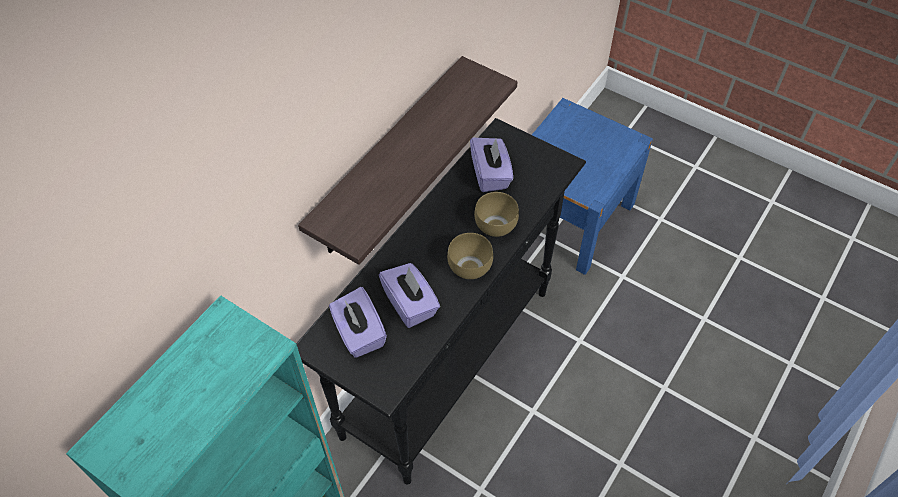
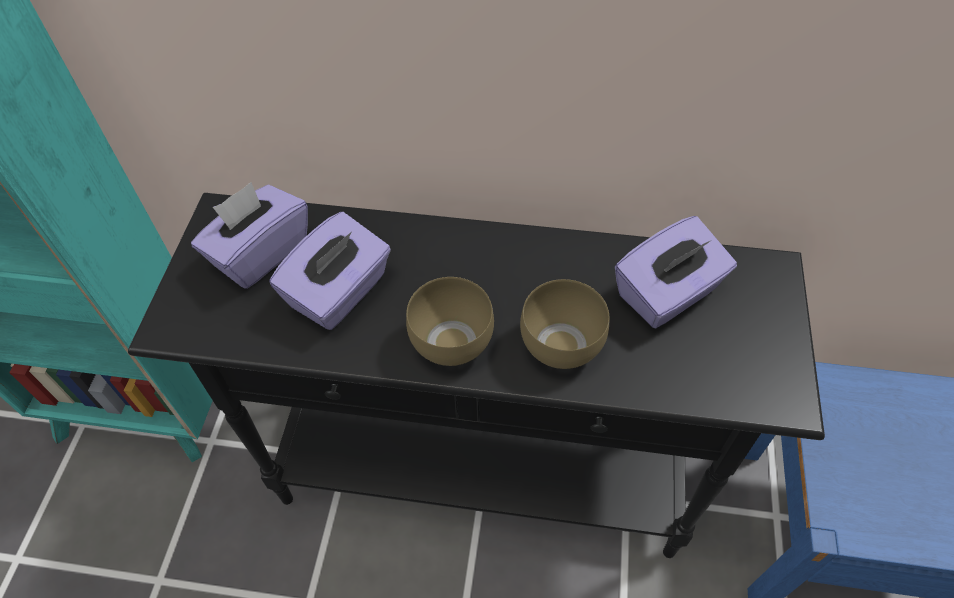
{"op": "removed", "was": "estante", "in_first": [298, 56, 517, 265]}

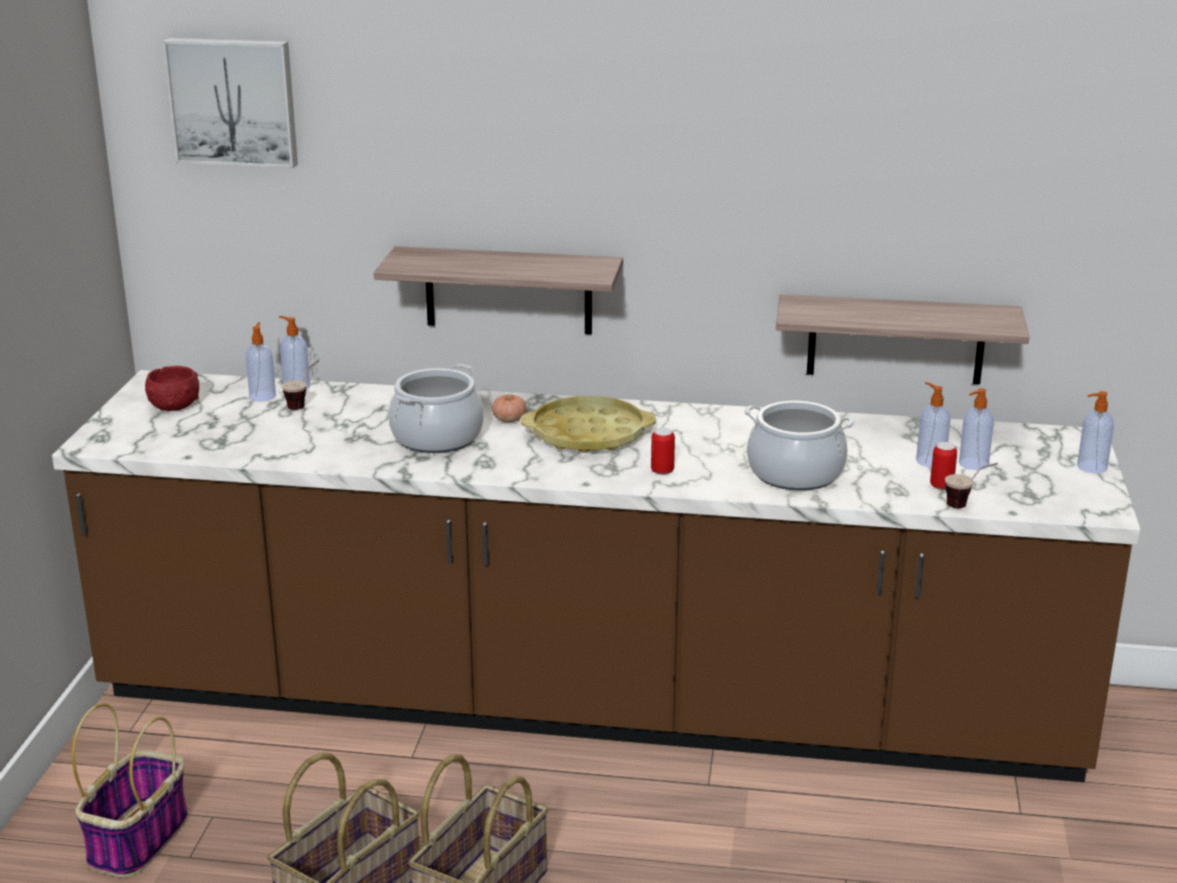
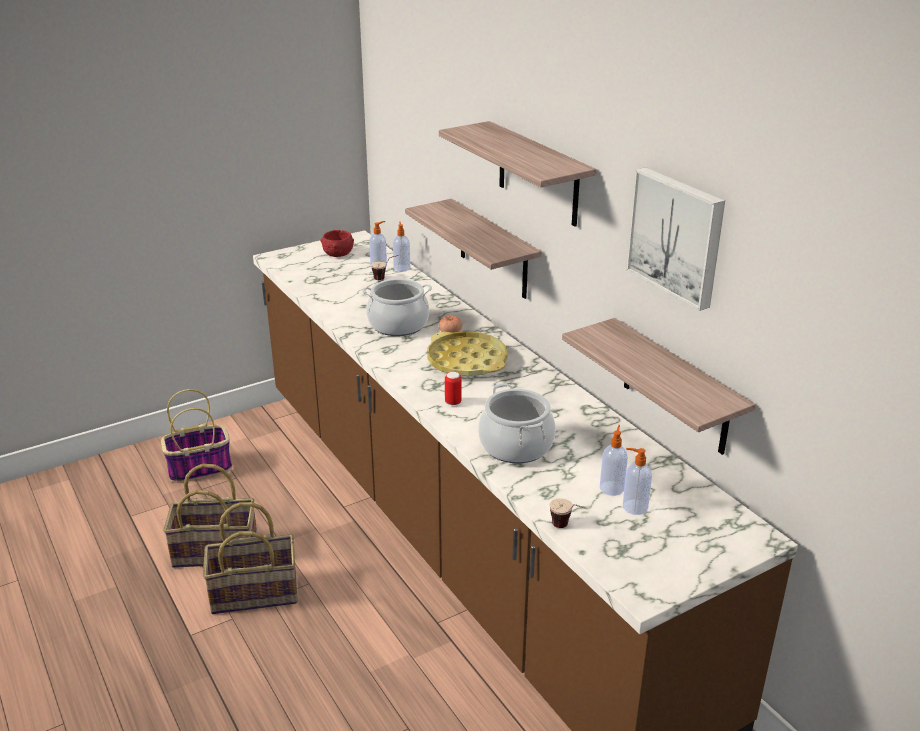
{"op": "added", "now": "estante", "in_second": [439, 121, 597, 227]}
{"op": "moved", "was": "cuadro", "in_first": [163, 38, 298, 168], "in_second": [626, 167, 725, 311]}
{"op": "removed", "was": "lata", "in_first": [930, 442, 957, 490]}
{"op": "removed", "was": "dispensador de jabón", "in_first": [1077, 391, 1114, 473]}

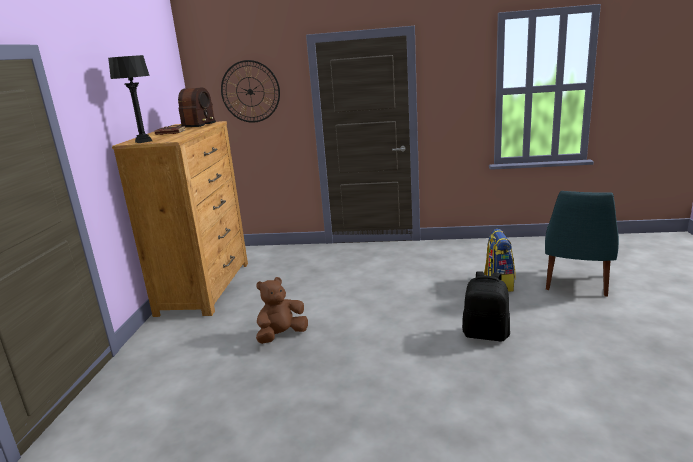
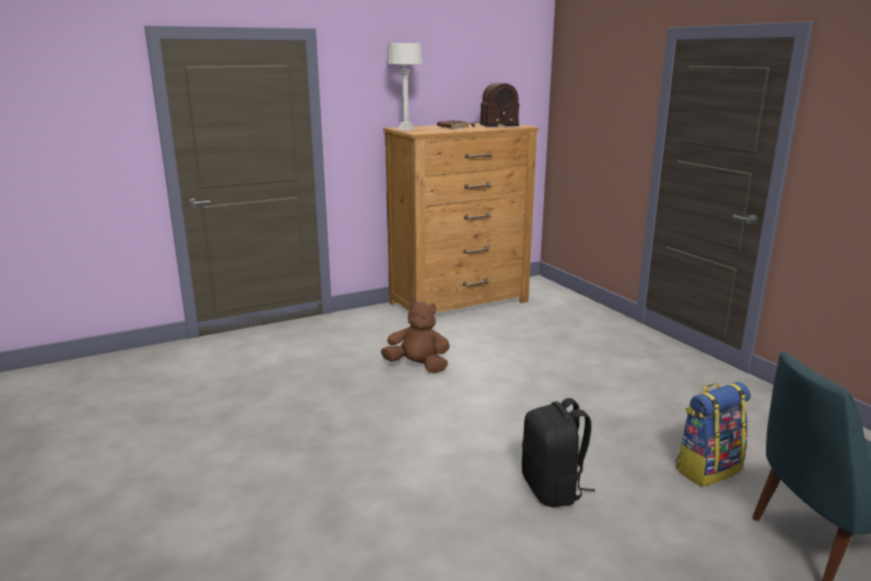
{"op": "recoloured", "was": "lámpara de mesa/negro", "now": "lámpara de mesa/blanco", "in_first": [108, 55, 152, 143], "in_second": [387, 43, 423, 130]}
{"op": "removed", "was": "reloj de pared", "in_first": [221, 60, 280, 123]}

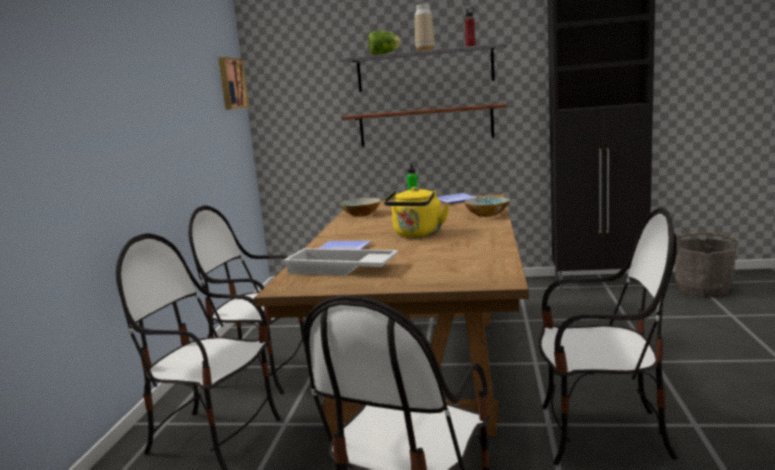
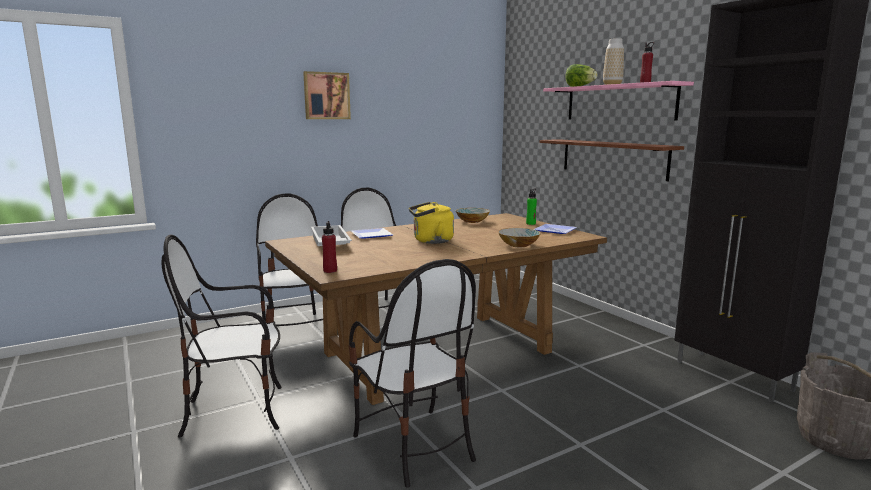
{"op": "moved", "was": "cuadro", "in_first": [218, 57, 249, 110], "in_second": [303, 71, 351, 119]}
{"op": "added", "now": "botella/rojo", "in_second": [322, 221, 337, 273]}
{"op": "recoloured", "was": "estante/gris", "now": "estante/rosa", "in_first": [338, 43, 508, 92], "in_second": [543, 81, 694, 120]}

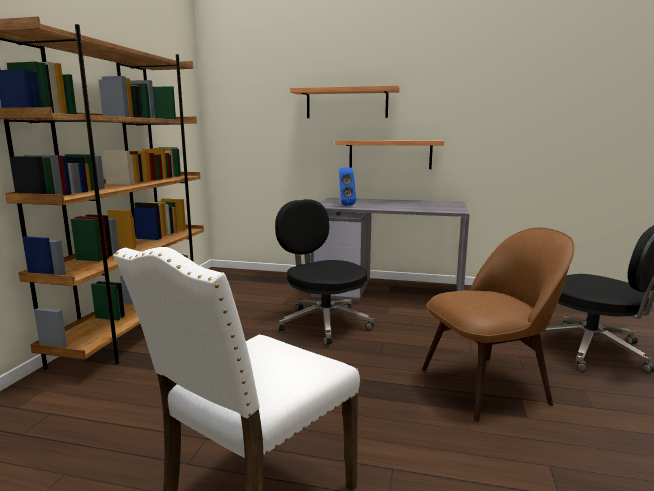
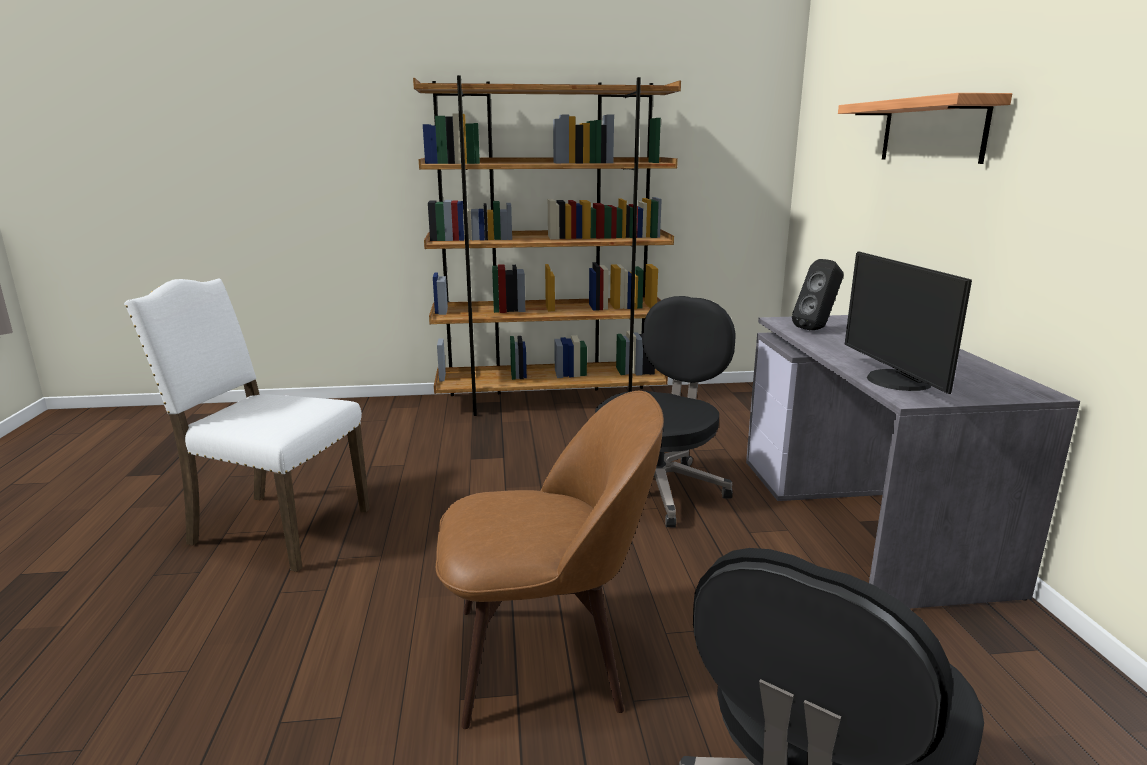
{"op": "turned", "was": "silla/marrón", "in_first": [422, 227, 575, 422], "in_second": [436, 391, 664, 729], "clockwise": -60}
{"op": "recoloured", "was": "altavoz/azul", "now": "altavoz/negro", "in_first": [339, 168, 356, 206], "in_second": [792, 259, 844, 330]}
{"op": "added", "now": "monitor", "in_second": [845, 252, 972, 394]}
{"op": "removed", "was": "estante", "in_first": [335, 140, 444, 169]}

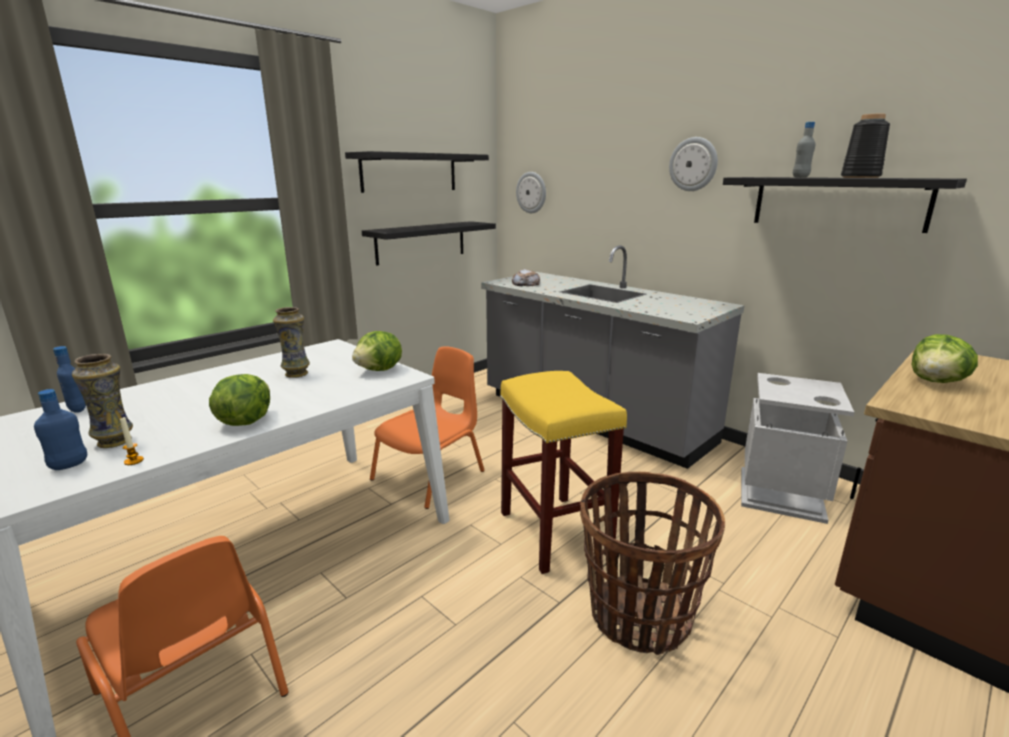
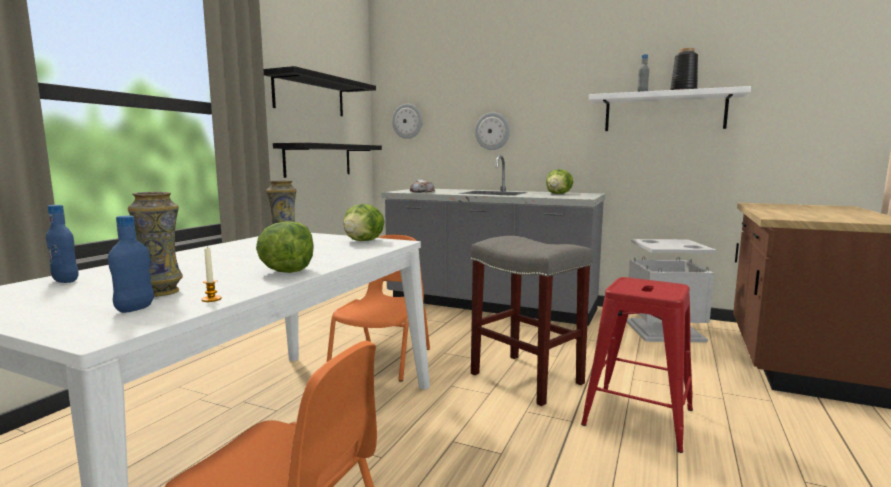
{"op": "recoloured", "was": "taburete/amarillo", "now": "taburete/gris", "in_first": [500, 371, 627, 574], "in_second": [471, 236, 593, 406]}
{"op": "moved", "was": "reloj de pared", "in_first": [669, 137, 718, 191], "in_second": [475, 112, 510, 150]}
{"op": "moved", "was": "lechuga", "in_first": [912, 334, 978, 383], "in_second": [546, 169, 573, 194]}
{"op": "replaced", "was": "cesta", "now": "taburete/rojo", "in_first": [580, 472, 725, 655], "in_second": [581, 277, 693, 453]}
{"op": "recoloured", "was": "estante/negro", "now": "estante/blanco", "in_first": [723, 177, 967, 233], "in_second": [589, 86, 751, 131]}

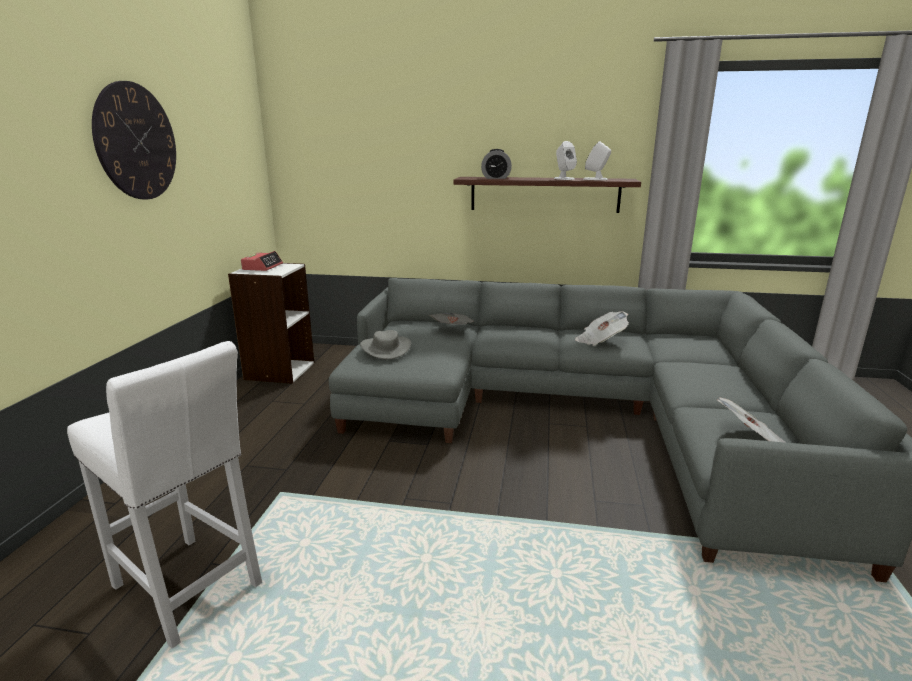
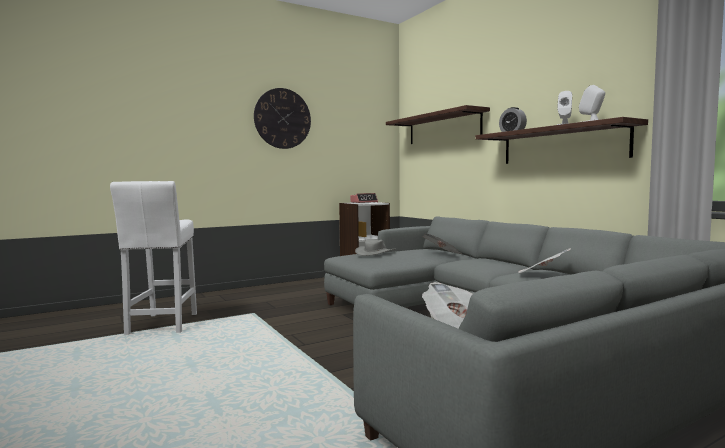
{"op": "added", "now": "estante", "in_second": [386, 105, 490, 144]}

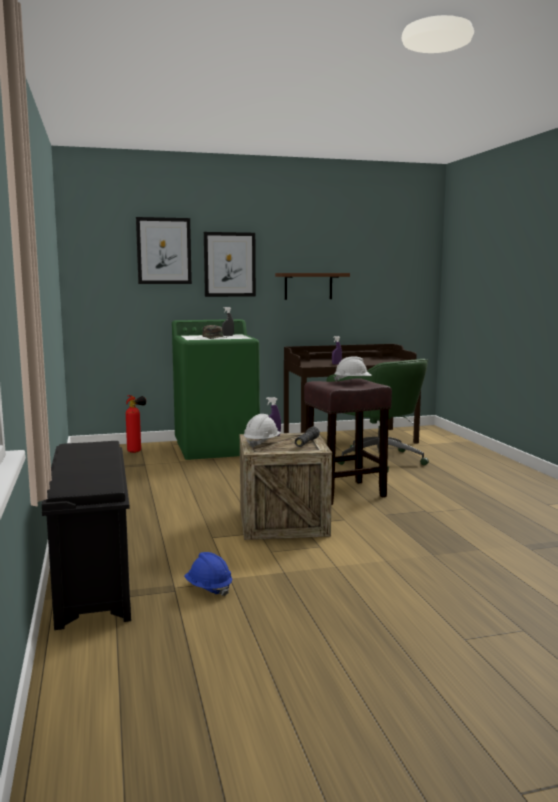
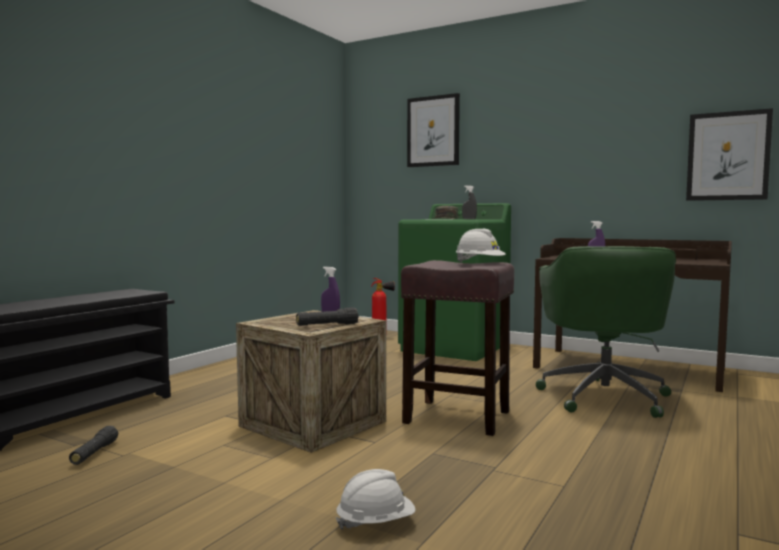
{"op": "replaced", "was": "casco/azul", "now": "linterna/negro", "in_first": [184, 552, 232, 597], "in_second": [69, 426, 118, 465]}
{"op": "moved", "was": "casco/blanco", "in_first": [244, 414, 281, 447], "in_second": [336, 469, 415, 530]}
{"op": "moved", "was": "cuadro", "in_first": [204, 232, 256, 297], "in_second": [686, 108, 773, 201]}
{"op": "removed", "was": "estante/marrón", "in_first": [275, 273, 350, 300]}

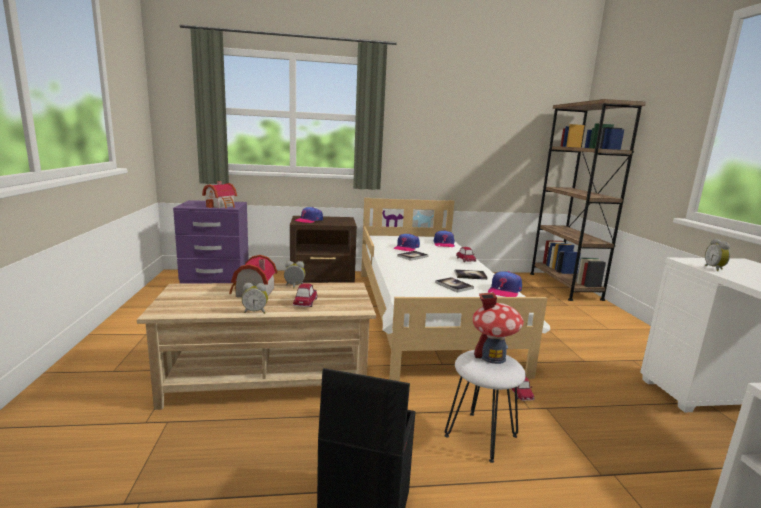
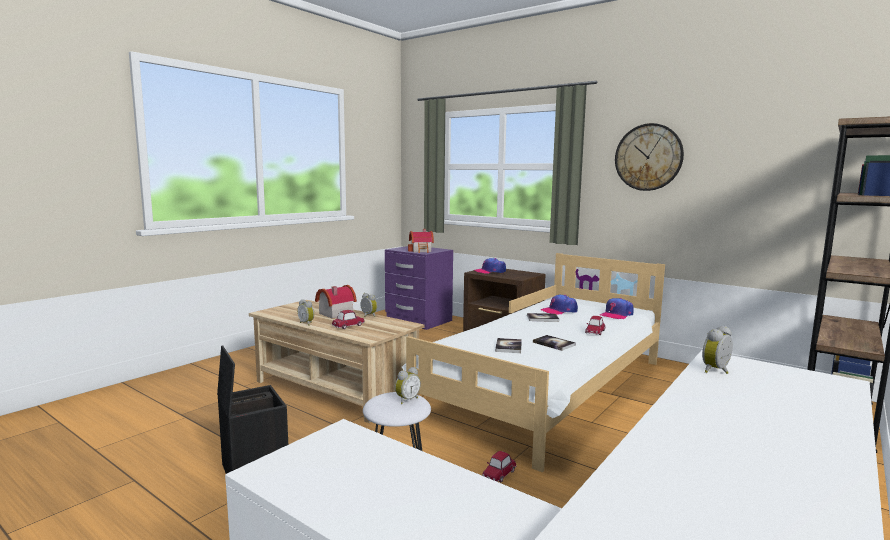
{"op": "replaced", "was": "casita", "now": "despertador", "in_first": [472, 292, 524, 364], "in_second": [395, 367, 421, 404]}
{"op": "added", "now": "reloj de pared", "in_second": [615, 123, 684, 191]}
{"op": "removed", "was": "gorra", "in_first": [488, 271, 522, 297]}

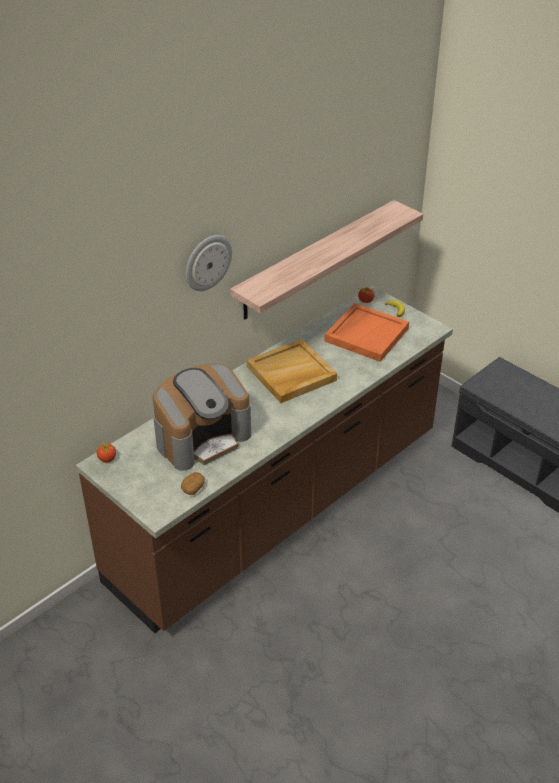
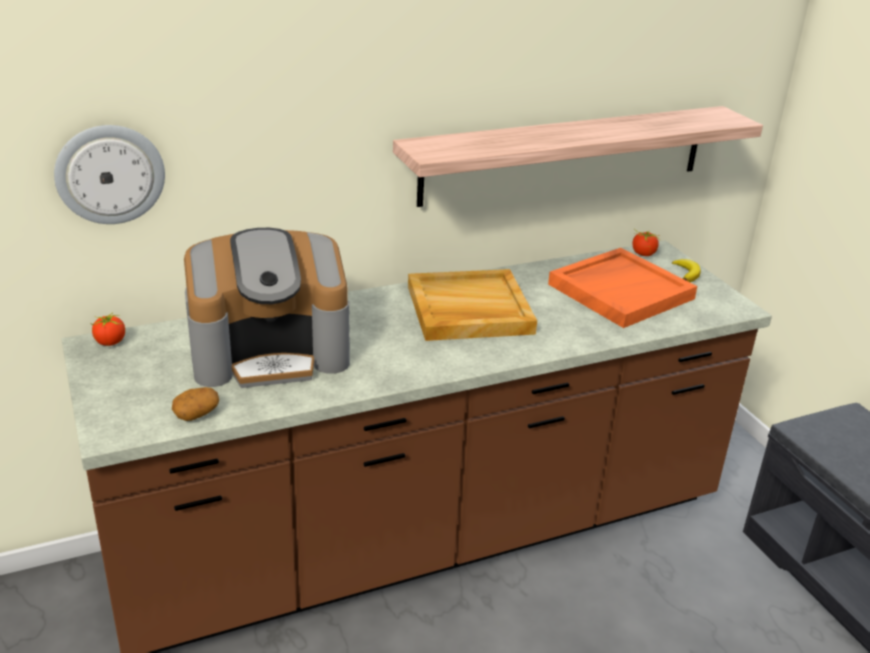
{"op": "moved", "was": "reloj de pared", "in_first": [186, 235, 232, 291], "in_second": [54, 125, 165, 224]}

